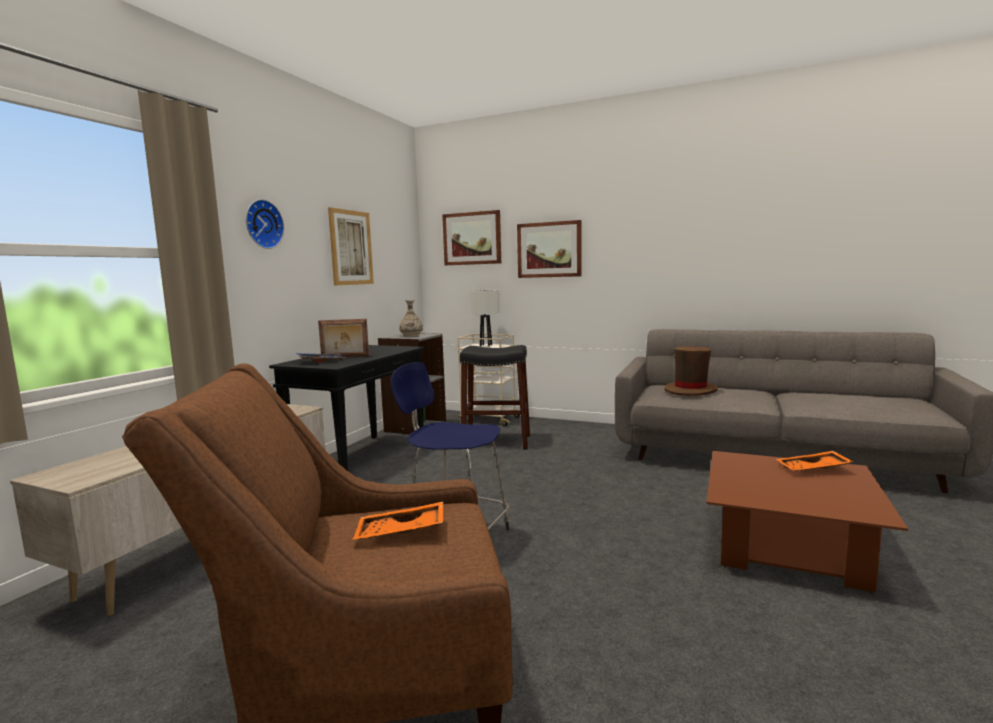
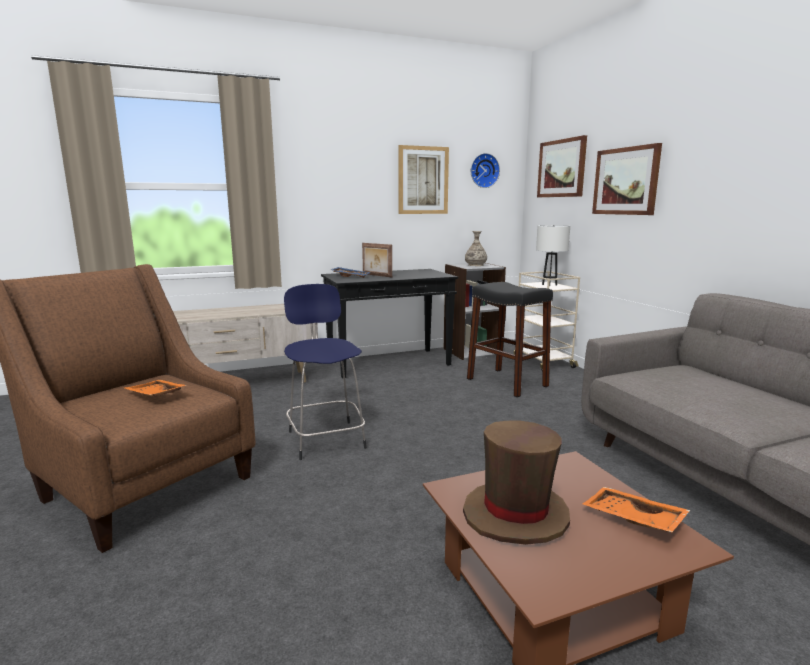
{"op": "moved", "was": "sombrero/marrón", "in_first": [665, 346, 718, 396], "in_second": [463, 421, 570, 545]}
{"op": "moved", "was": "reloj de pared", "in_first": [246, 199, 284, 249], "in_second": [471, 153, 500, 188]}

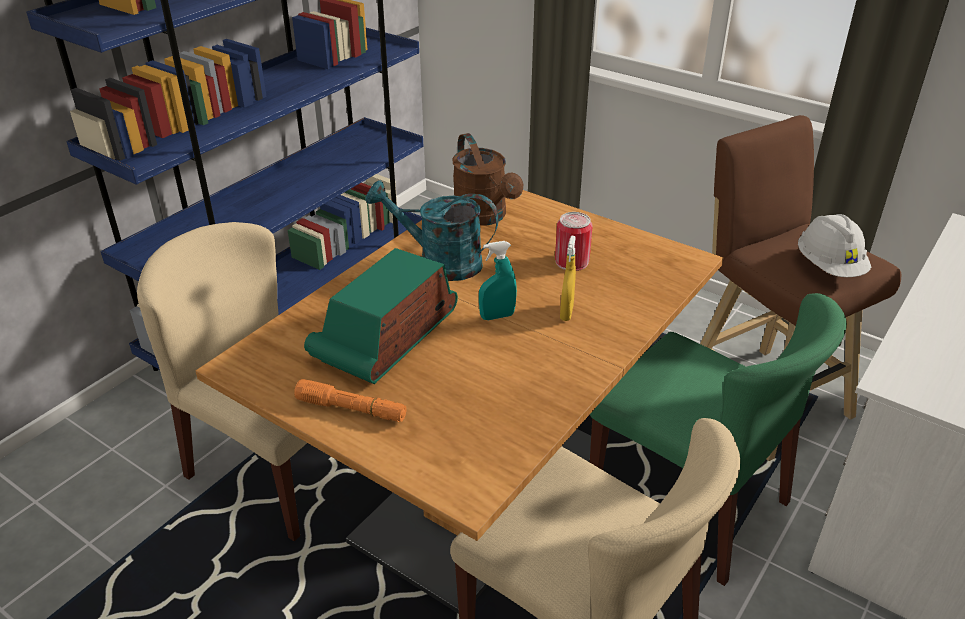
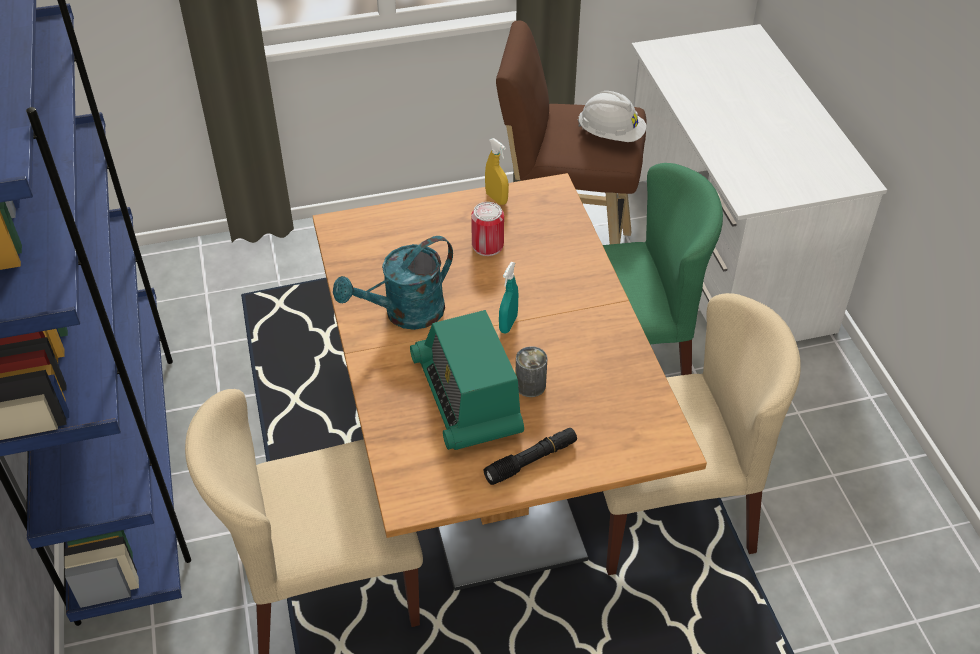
{"op": "recoloured", "was": "linterna/naranja", "now": "linterna/negro", "in_first": [294, 379, 406, 422], "in_second": [484, 428, 577, 485]}
{"op": "moved", "was": "pulverizador/amarillo", "in_first": [560, 236, 576, 321], "in_second": [485, 138, 509, 205]}
{"op": "added", "now": "lata", "in_second": [515, 346, 547, 397]}
{"op": "removed", "was": "regadera/marrón", "in_first": [453, 133, 523, 226]}

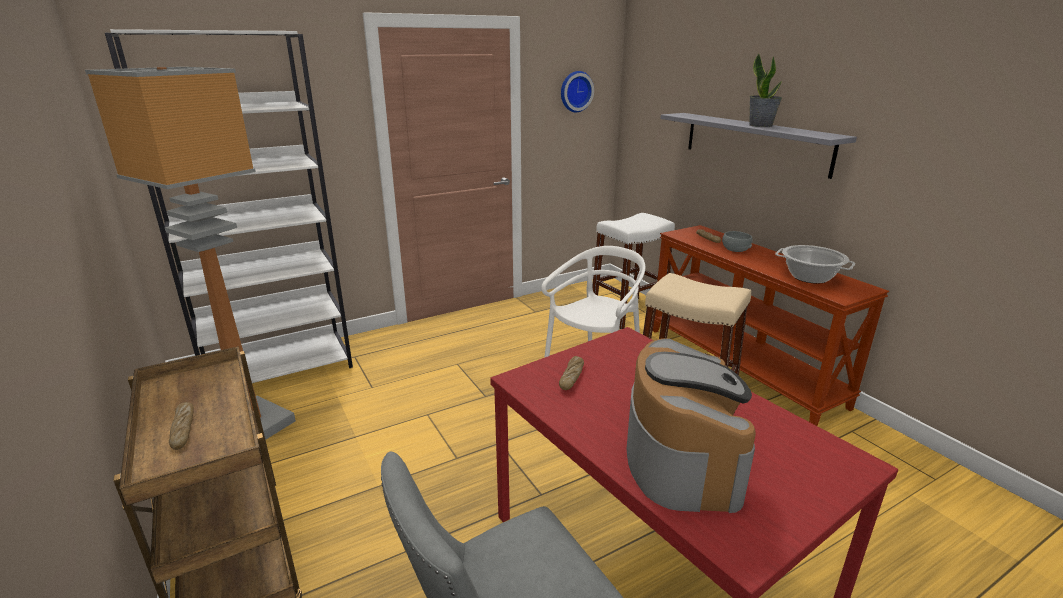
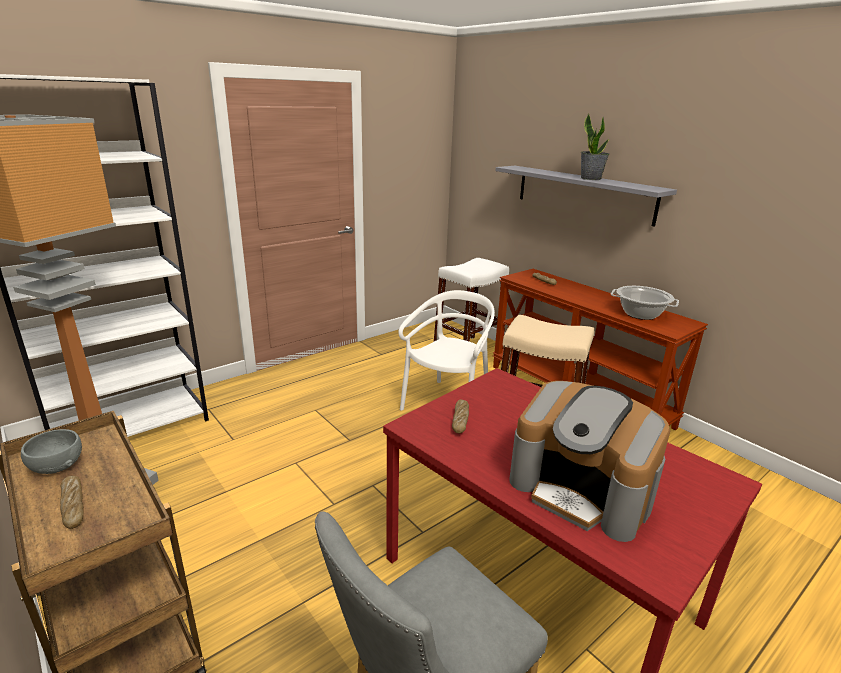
{"op": "moved", "was": "cuenco/gris", "in_first": [722, 231, 753, 252], "in_second": [21, 429, 82, 474]}
{"op": "turned", "was": "cafetera", "in_first": [626, 338, 756, 513], "in_second": [509, 381, 670, 542], "clockwise": 135}
{"op": "removed", "was": "reloj de pared", "in_first": [561, 71, 594, 112]}

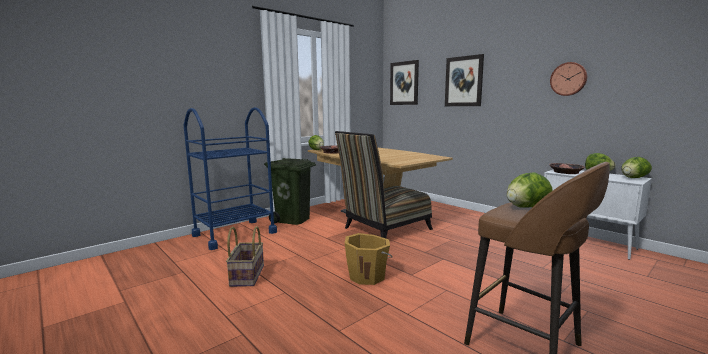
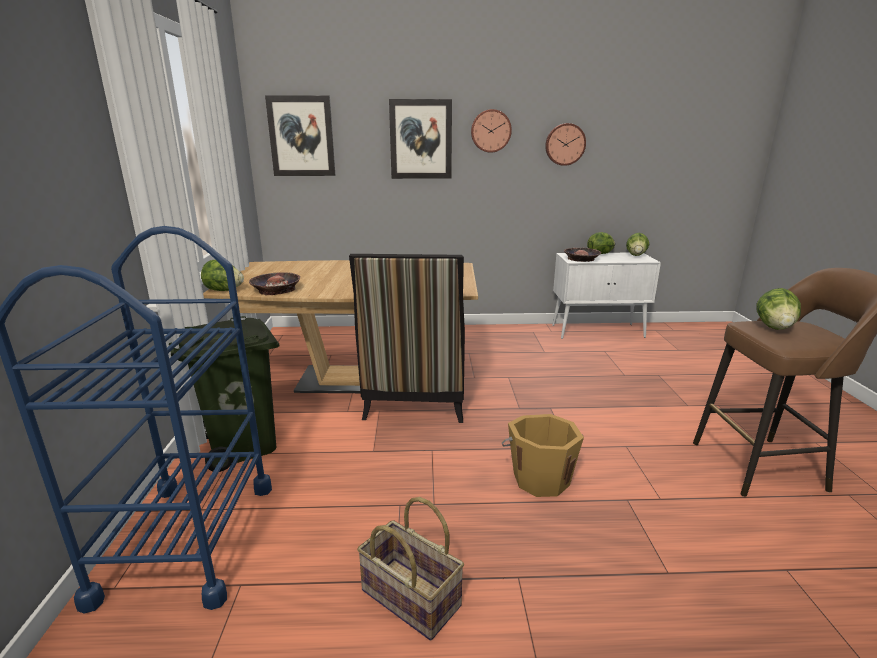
{"op": "added", "now": "reloj de pared", "in_second": [471, 109, 512, 153]}

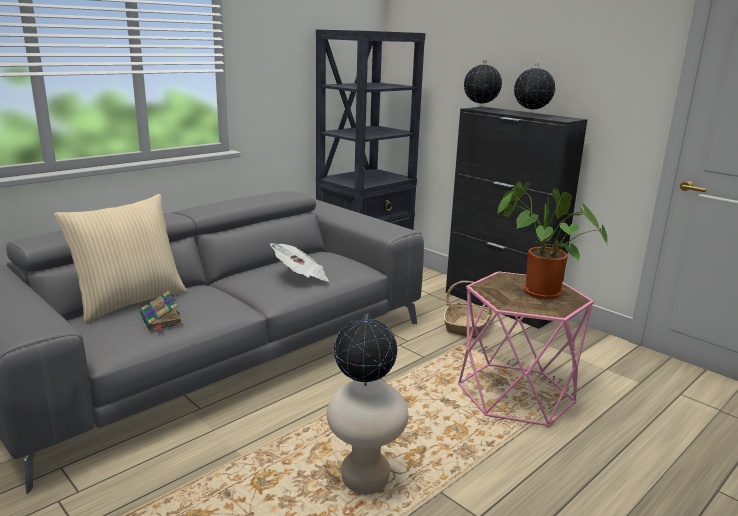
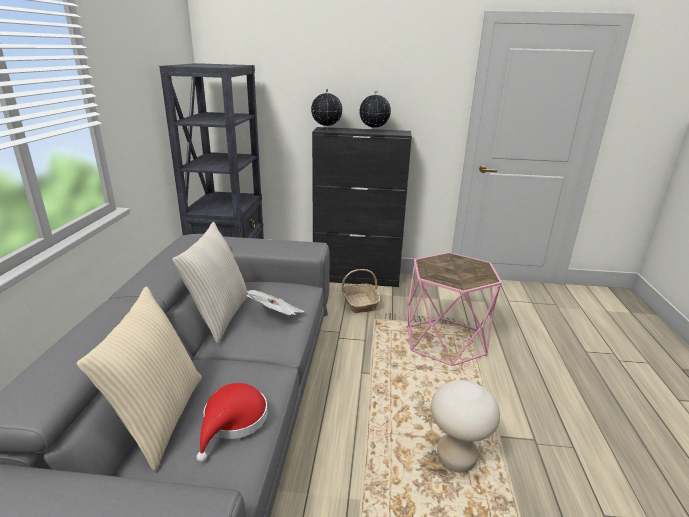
{"op": "added", "now": "cojín/beis", "in_second": [172, 222, 248, 343]}
{"op": "replaced", "was": "libro", "now": "sombrero/rojo", "in_first": [140, 291, 183, 331], "in_second": [196, 383, 267, 462]}
{"op": "removed", "was": "globo terráqueo", "in_first": [334, 313, 397, 386]}
{"op": "removed", "was": "planta en maceta", "in_first": [497, 181, 608, 299]}

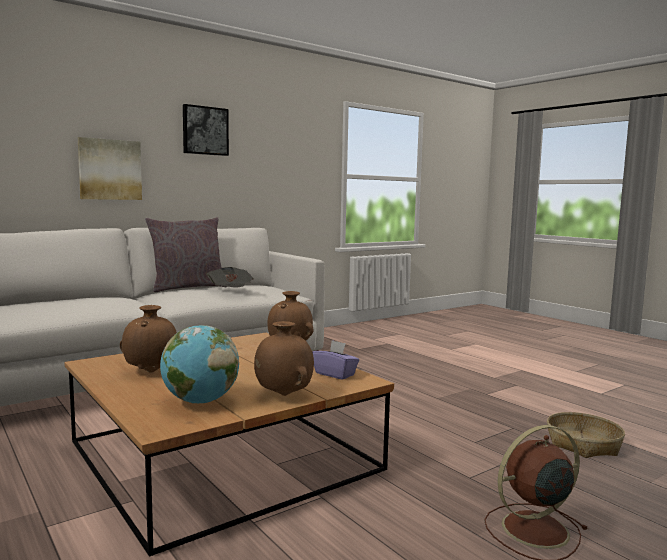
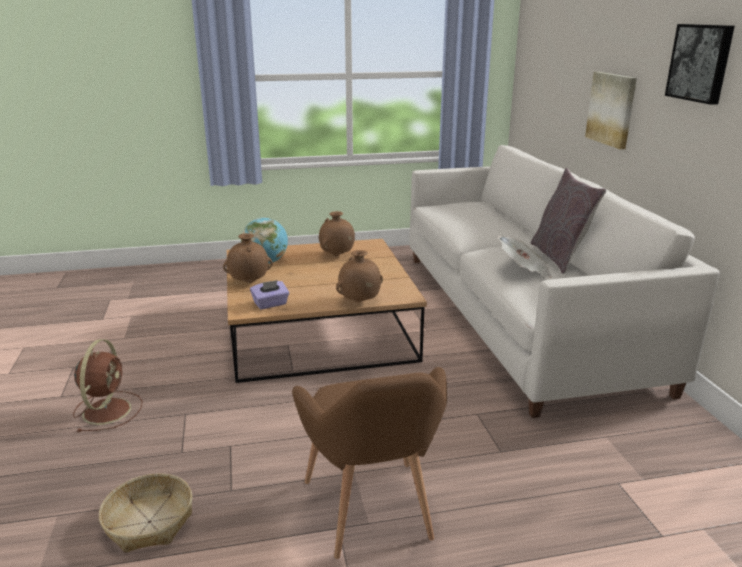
{"op": "added", "now": "sillón/marrón", "in_second": [292, 367, 447, 559]}

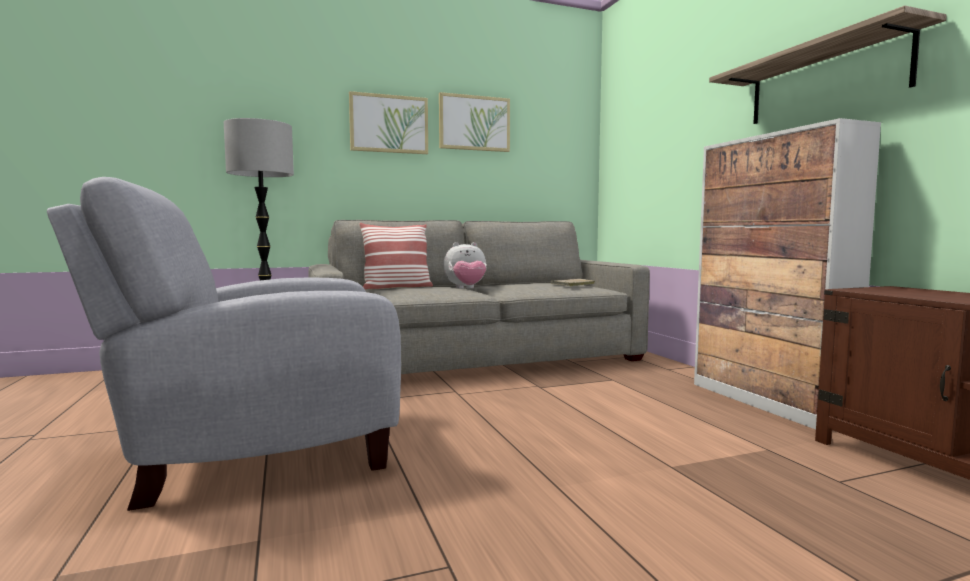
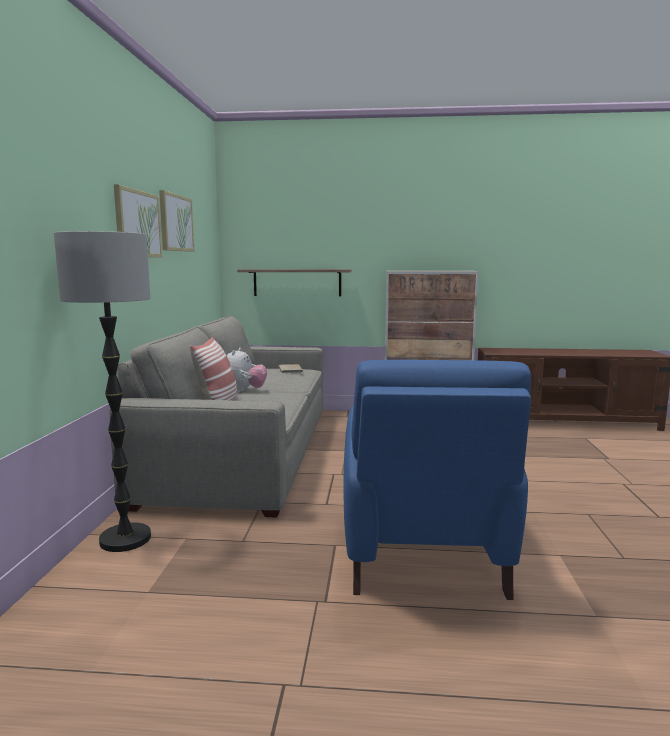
{"op": "moved", "was": "estante", "in_first": [709, 6, 947, 124], "in_second": [237, 269, 351, 296]}
{"op": "recoloured", "was": "sillón/gris", "now": "sillón/azul", "in_first": [47, 177, 401, 511], "in_second": [344, 360, 531, 600]}

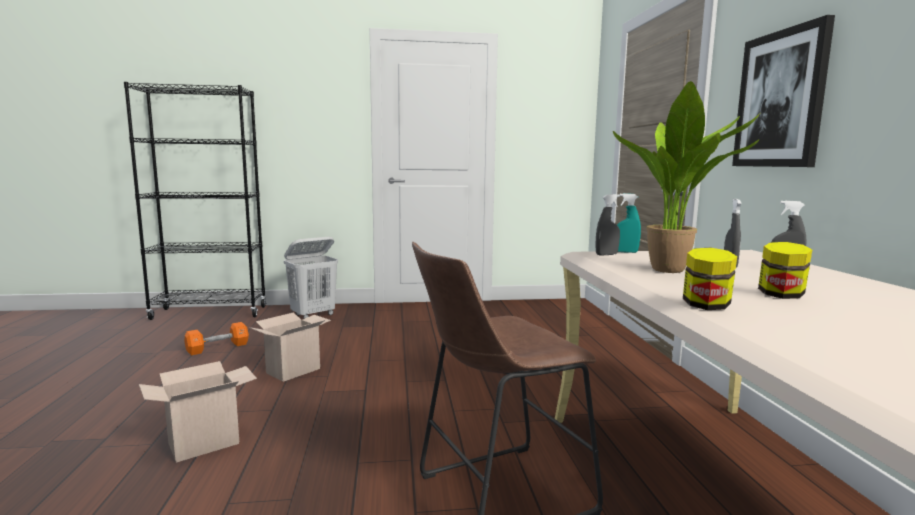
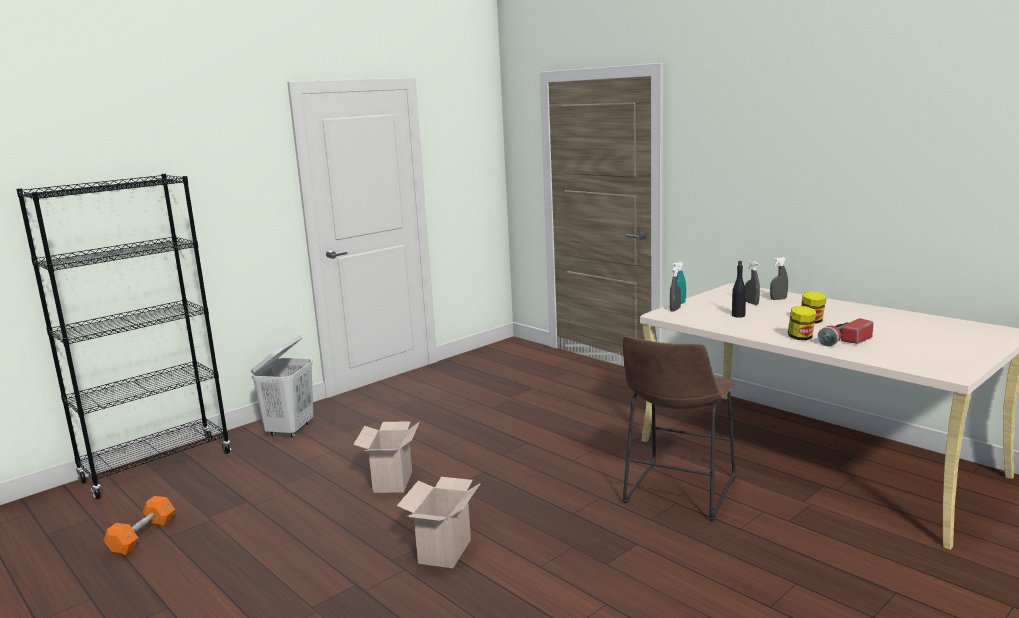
{"op": "moved", "was": "mancuerna/naranja", "in_first": [184, 322, 249, 355], "in_second": [103, 496, 175, 555]}
{"op": "replaced", "was": "planta en maceta", "now": "botella/negro", "in_first": [613, 81, 760, 273], "in_second": [732, 261, 746, 318]}
{"op": "added", "now": "linterna", "in_second": [818, 318, 873, 347]}
{"op": "removed", "was": "cuadro", "in_first": [732, 15, 835, 167]}

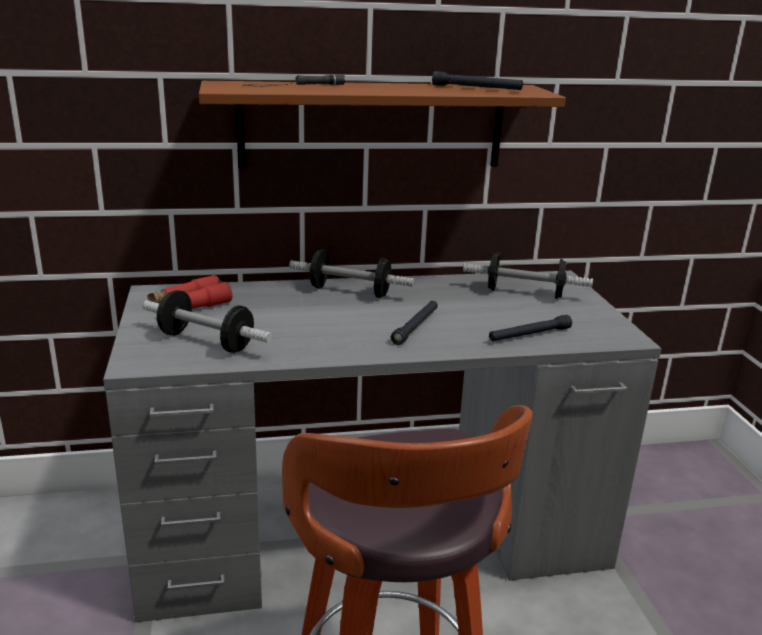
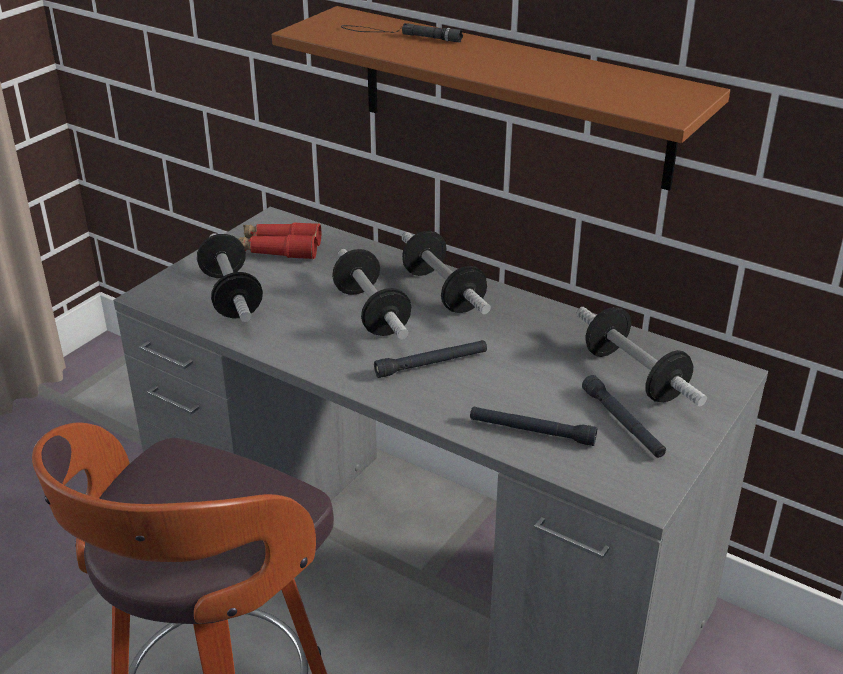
{"op": "added", "now": "mancuerna", "in_second": [332, 249, 411, 339]}
{"op": "moved", "was": "linterna/negro", "in_first": [432, 71, 523, 90], "in_second": [582, 375, 666, 458]}

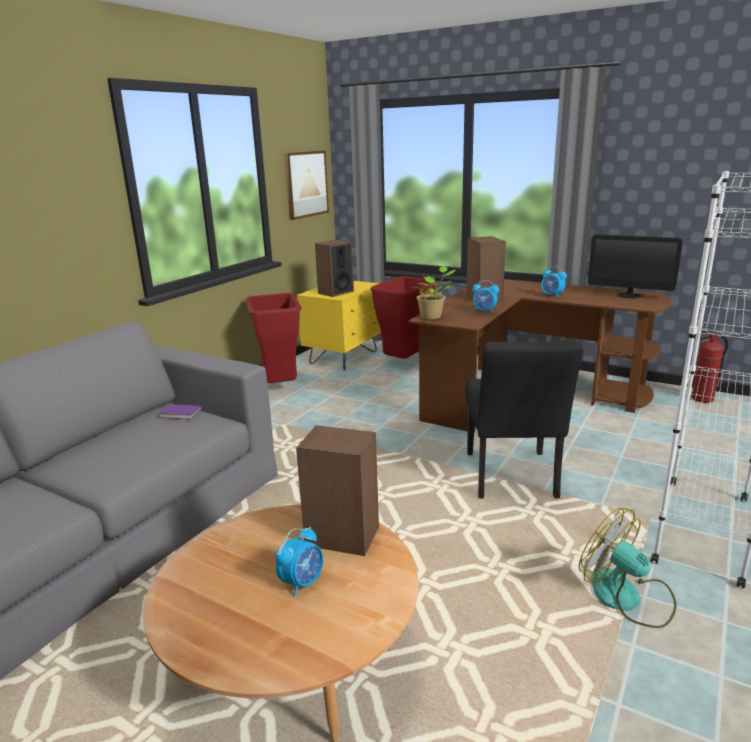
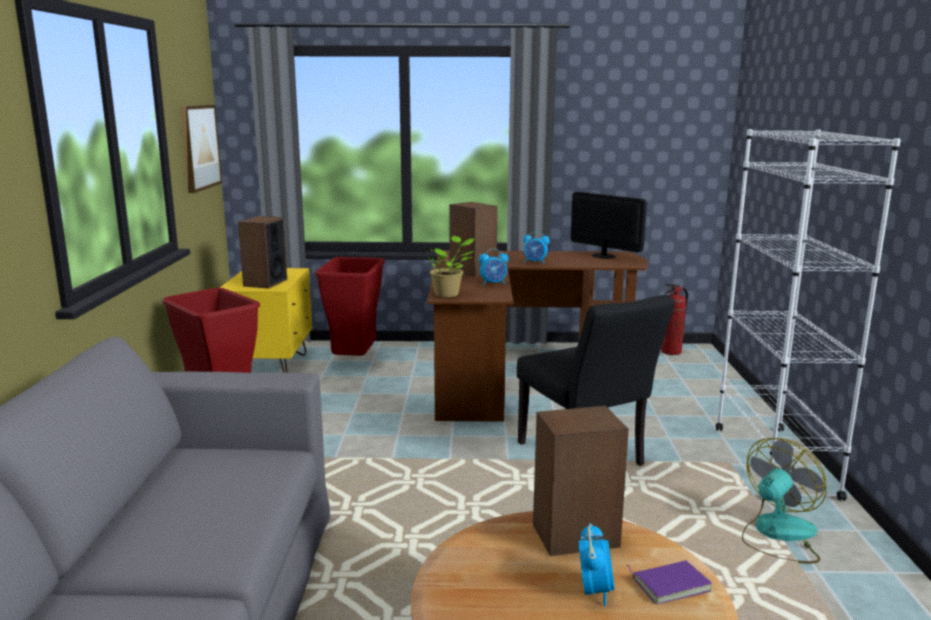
{"op": "turned", "was": "monitor", "in_first": [588, 234, 683, 299], "in_second": [571, 192, 647, 259], "clockwise": -135}
{"op": "moved", "was": "libro/morado", "in_first": [159, 402, 202, 419], "in_second": [627, 560, 712, 604]}
{"op": "turned", "was": "ventilador", "in_first": [578, 508, 677, 628], "in_second": [742, 438, 826, 563], "clockwise": 120}

